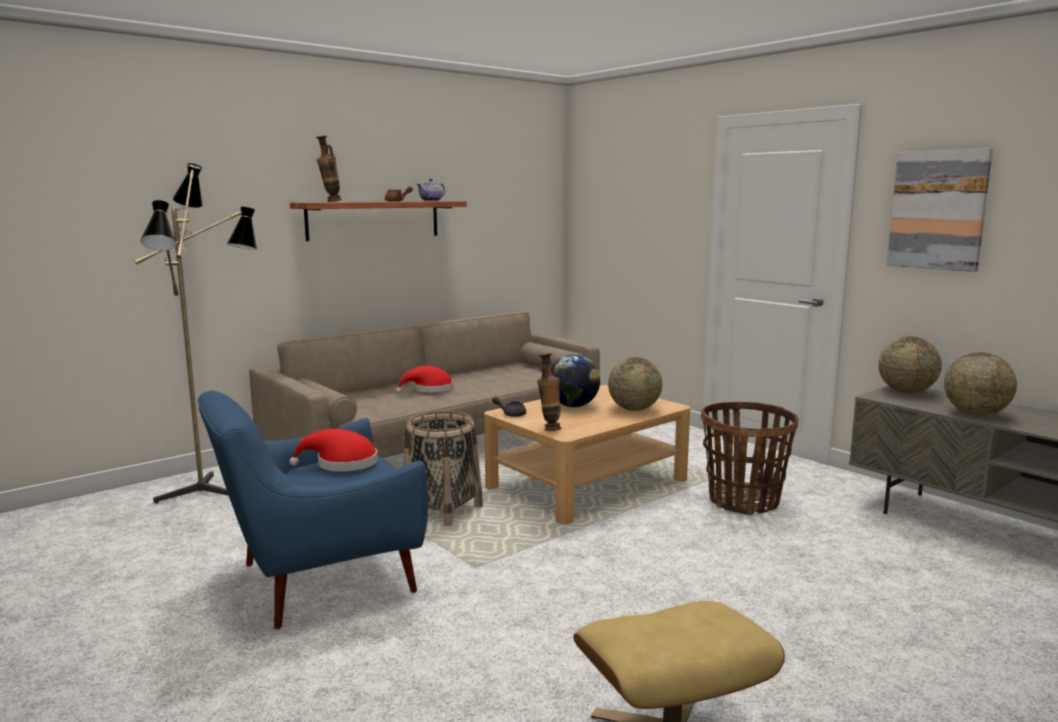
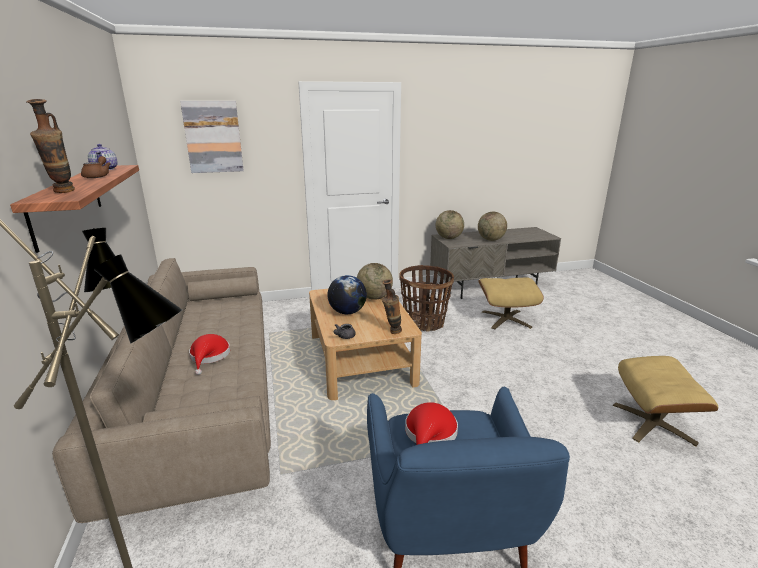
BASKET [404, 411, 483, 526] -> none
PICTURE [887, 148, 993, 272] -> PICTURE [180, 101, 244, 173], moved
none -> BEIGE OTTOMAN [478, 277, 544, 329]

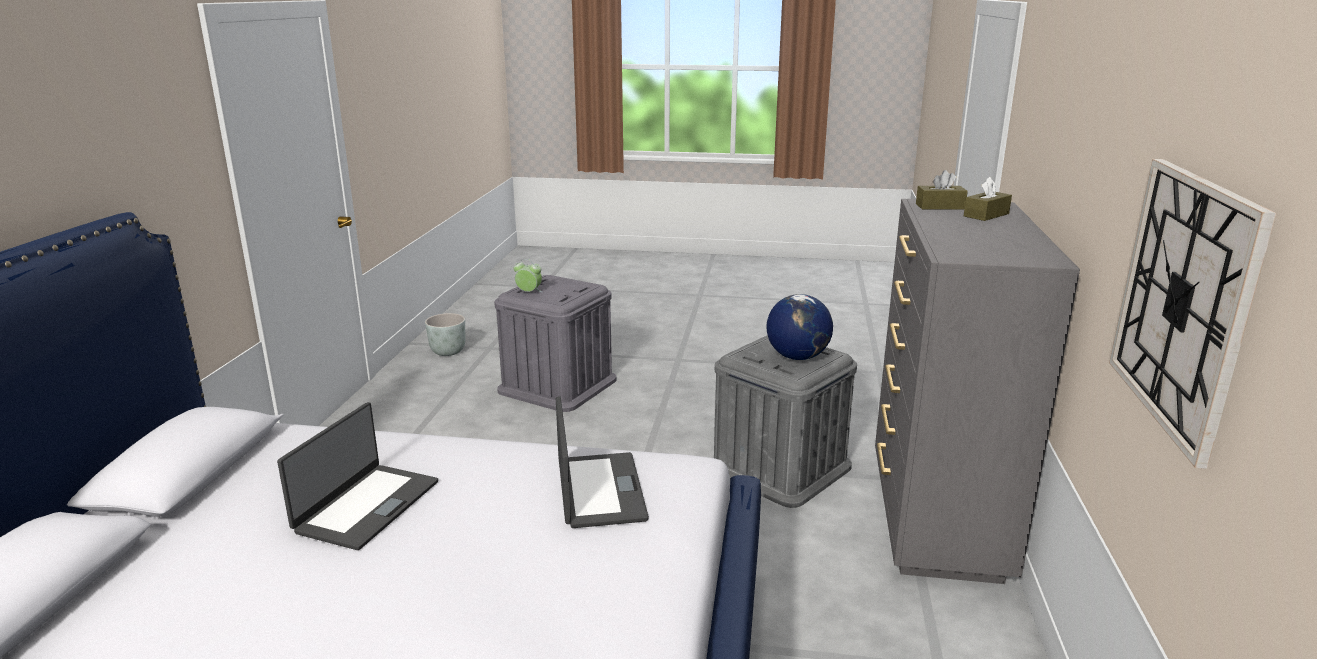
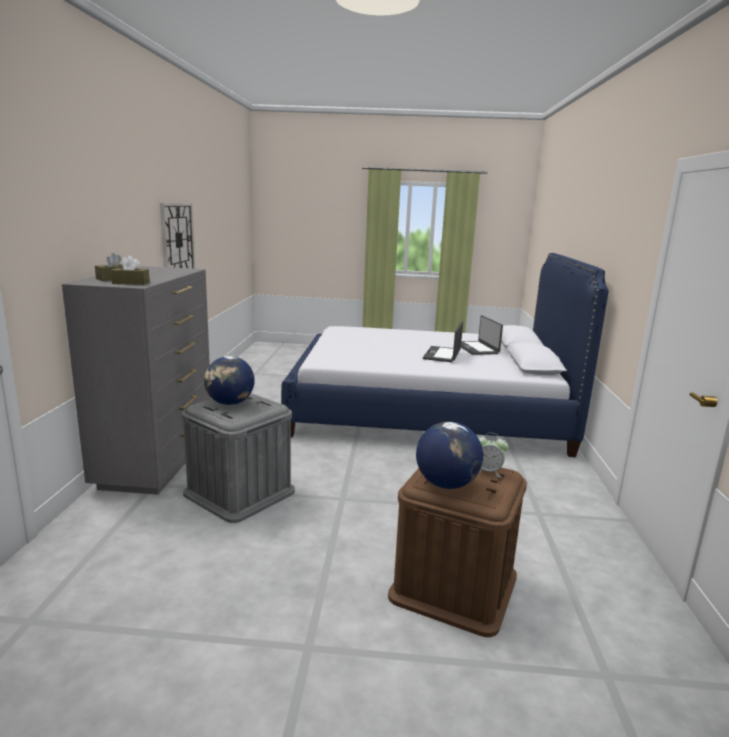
GREY PLANTER [425, 313, 465, 356] -> none
GREY STORAGE BOX [494, 275, 617, 412] -> BROWN STORAGE BOX [388, 467, 527, 637]
LAPTOP [556, 396, 649, 528] -> LAPTOP [461, 315, 503, 355], moved
none -> GLOBE [416, 422, 483, 489]

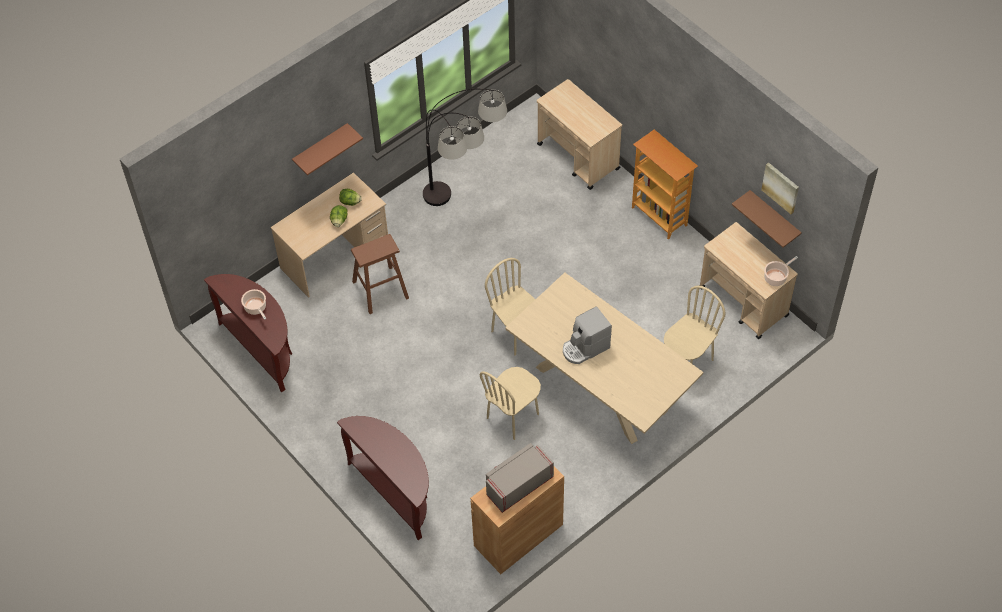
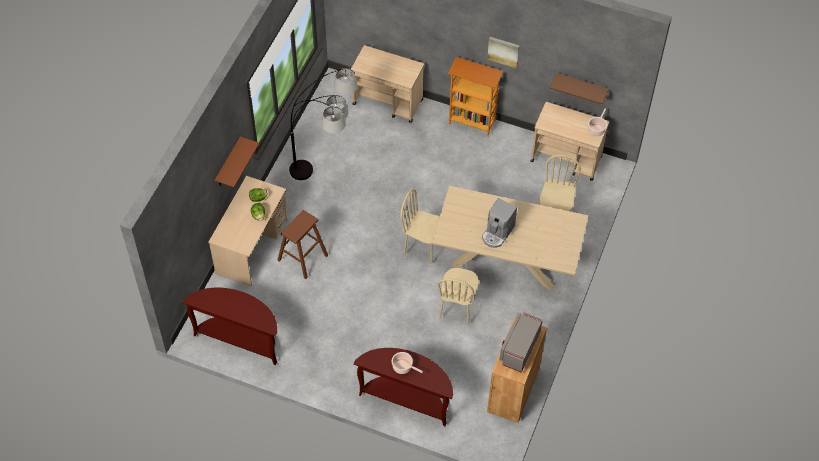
COOKING POT [241, 289, 266, 320] -> COOKING POT [392, 352, 423, 374], moved
PICTURE [761, 163, 799, 214] -> PICTURE [487, 37, 520, 68], moved

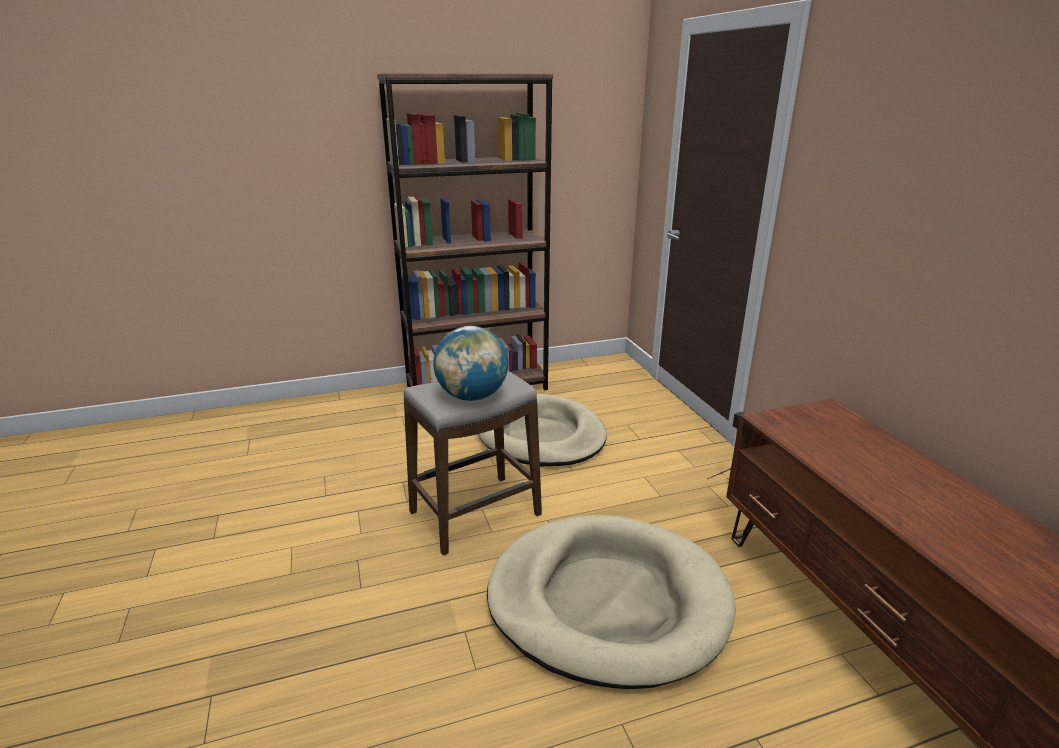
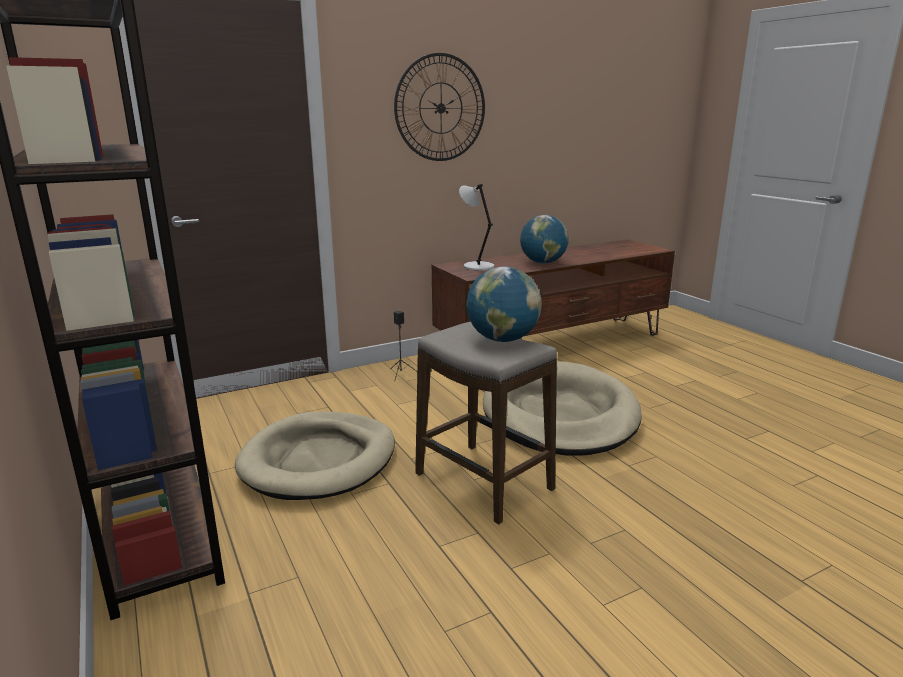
none -> WALL CLOCK [394, 53, 485, 161]
none -> GREY TABLE LAMP [459, 184, 494, 271]
none -> GLOBE [520, 215, 569, 264]

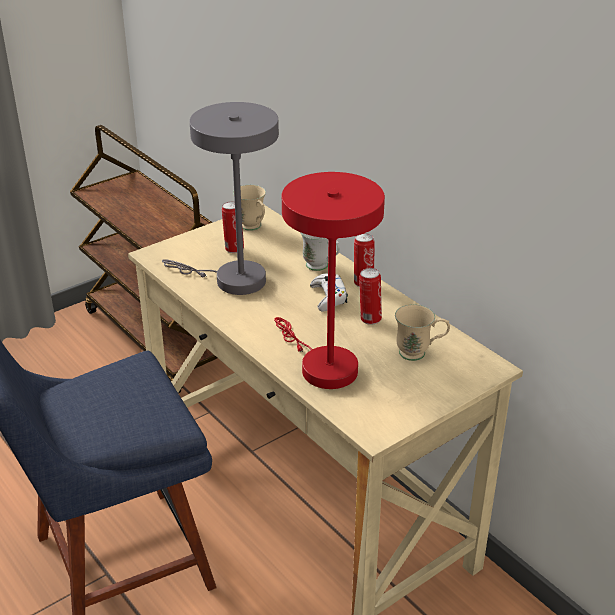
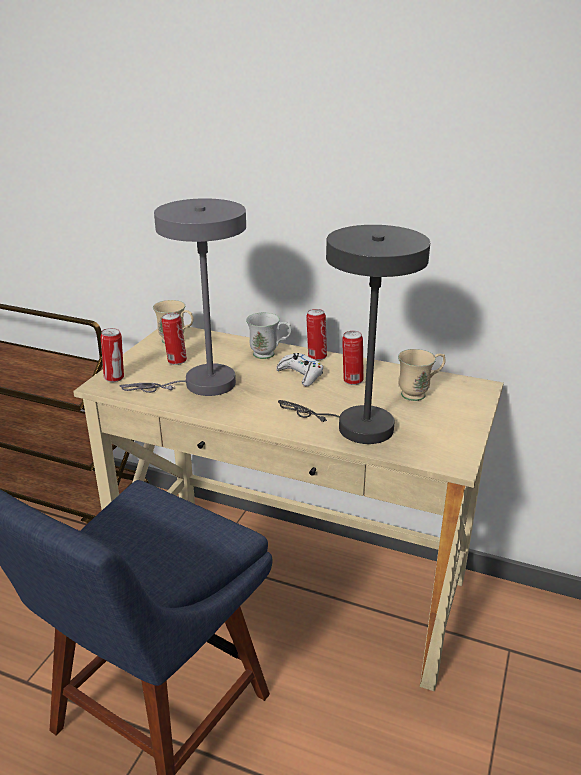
RED TABLE LAMP [274, 172, 385, 389] -> GREY TABLE LAMP [278, 225, 430, 444]
none -> CAN [101, 328, 124, 382]

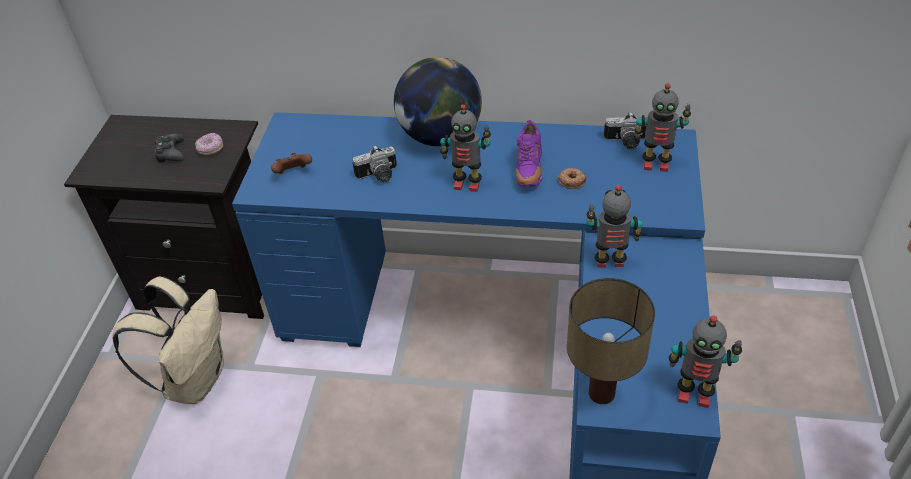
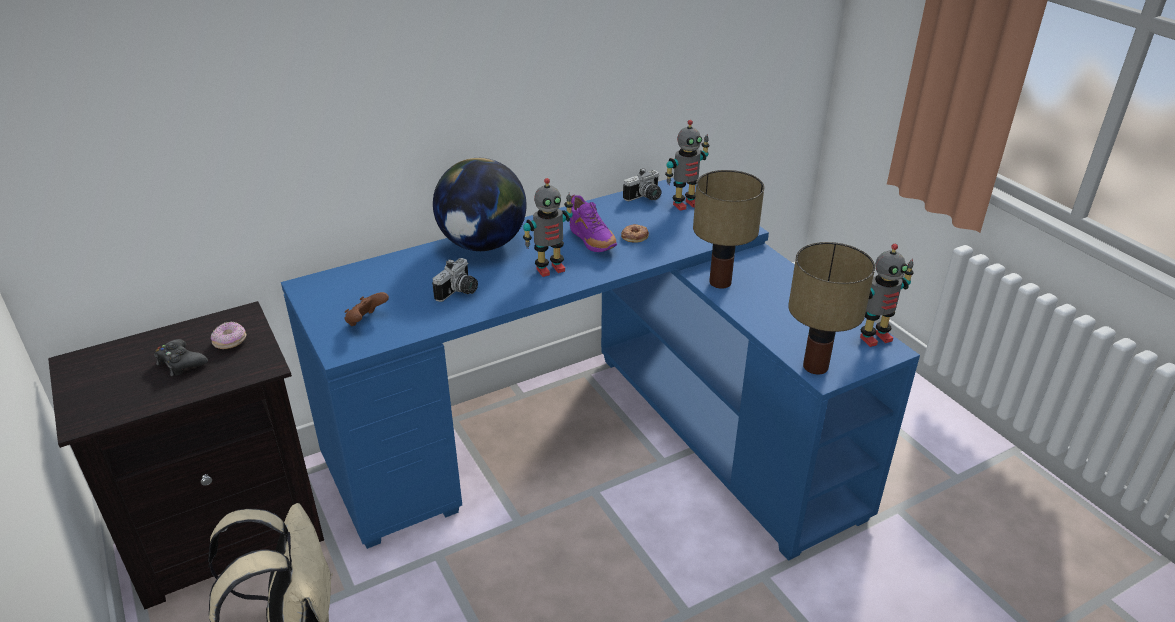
TOY ROBOT [586, 185, 643, 268] -> TABLE LAMP [693, 170, 764, 289]

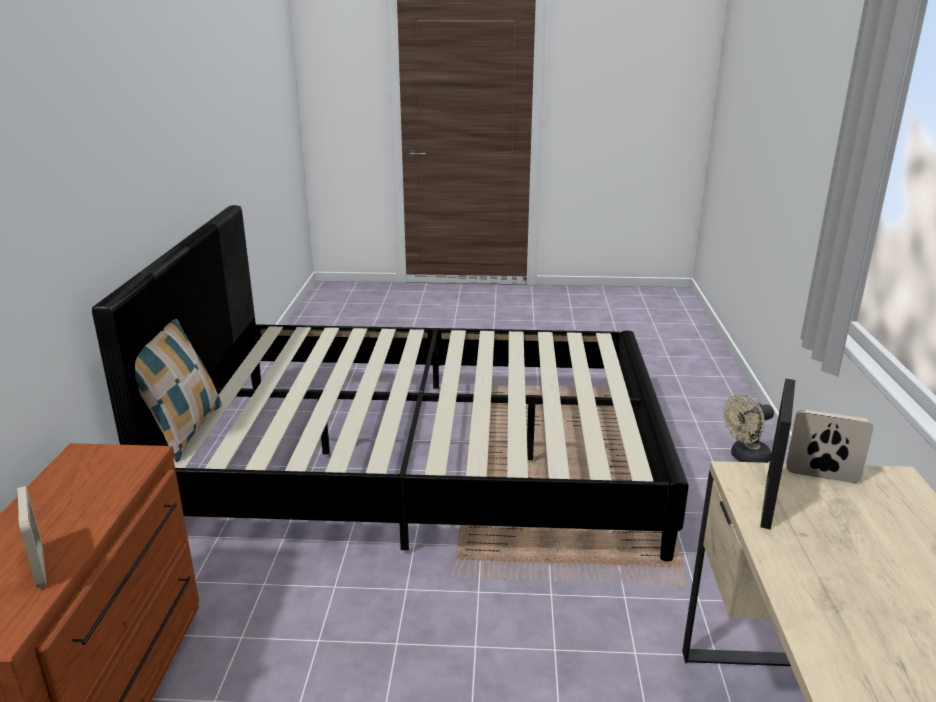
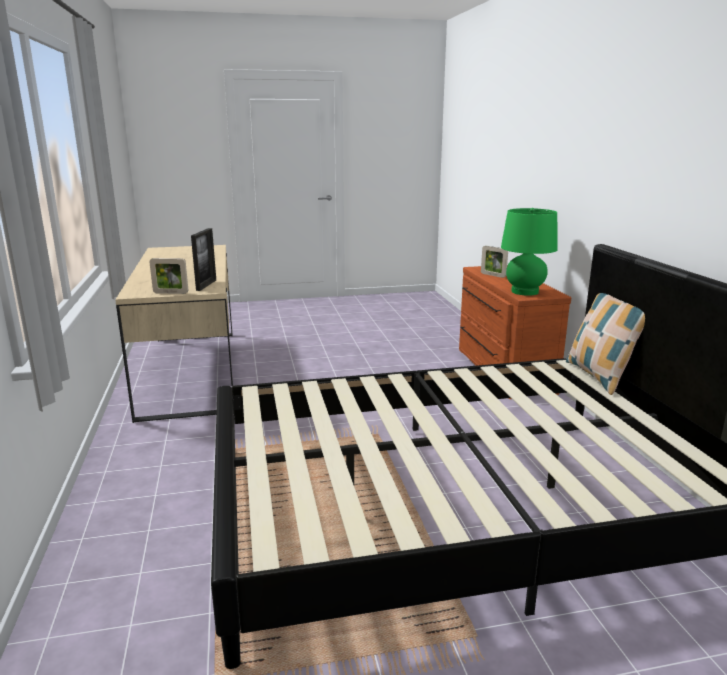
BEIGE FAN [723, 394, 774, 463] -> none
none -> GREEN TABLE LAMP [501, 208, 558, 296]

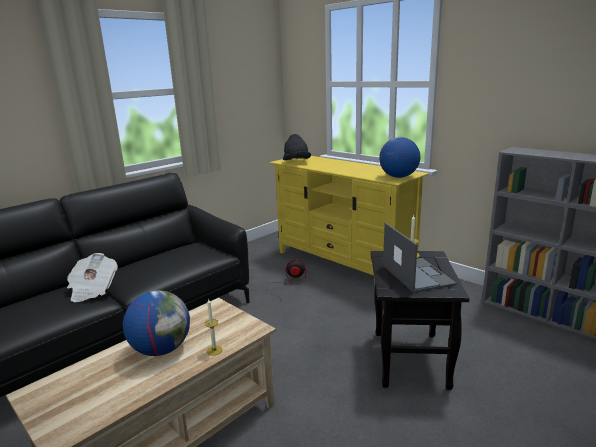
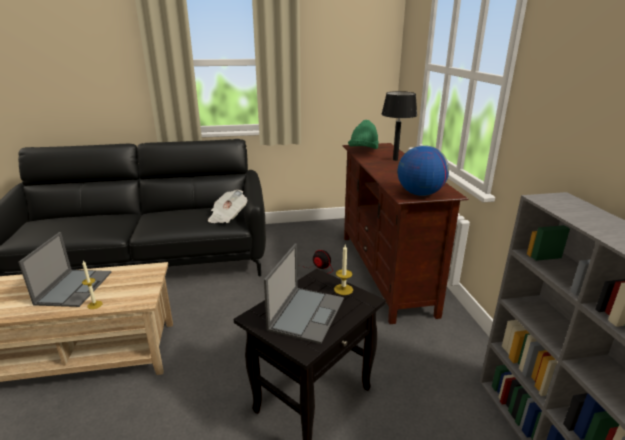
NEWSPAPER [67, 253, 118, 302] -> NEWSPAPER [208, 190, 247, 223], moved
GLOBE [123, 290, 190, 356] -> LAPTOP [18, 232, 111, 307]
YELLOW TV STAND [270, 156, 429, 275] -> BROWN TV STAND [343, 143, 468, 324]
BLACK HAT [283, 134, 311, 160] -> GREEN HAT [348, 120, 379, 149]
none -> BLACK TABLE LAMP [381, 91, 417, 161]

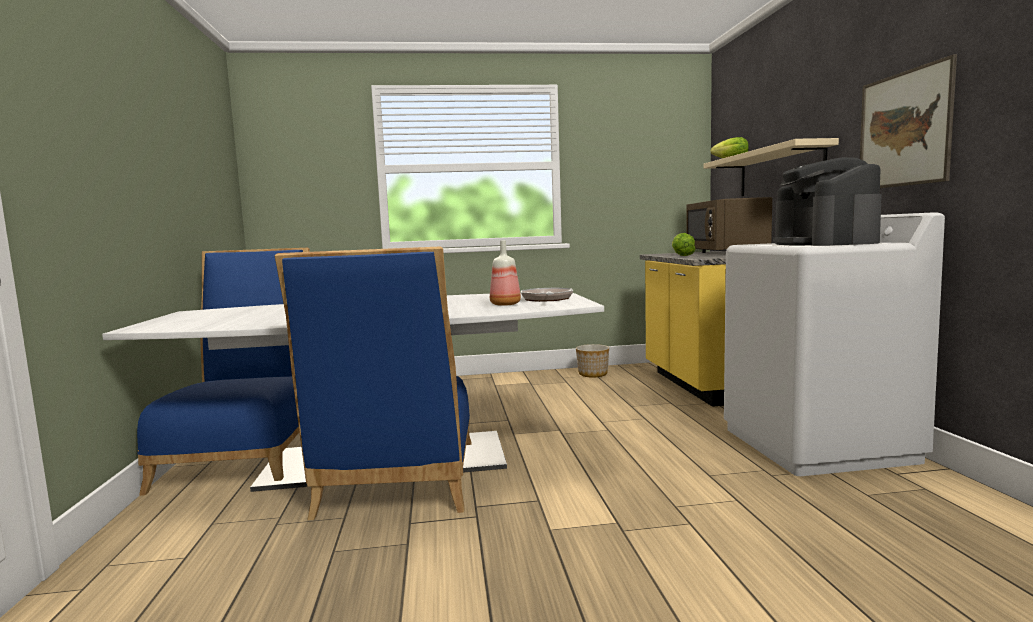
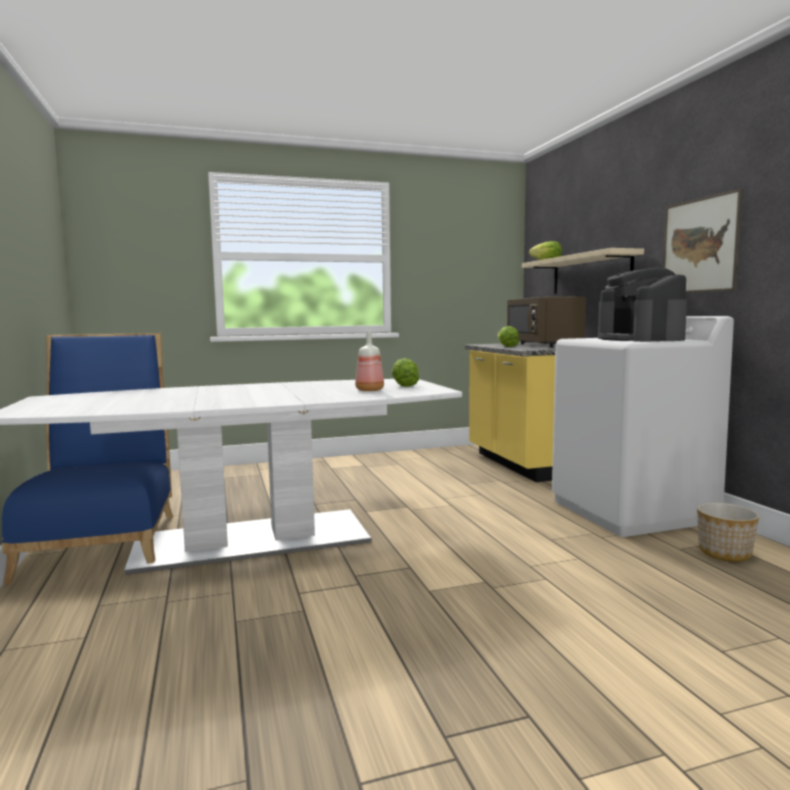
BLUE CHAIR [274, 246, 472, 520] -> none
FRYING PAN [521, 287, 573, 302] -> LETTUCE [392, 358, 419, 387]
PLANTER [576, 344, 609, 377] -> PLANTER [697, 503, 759, 562], moved

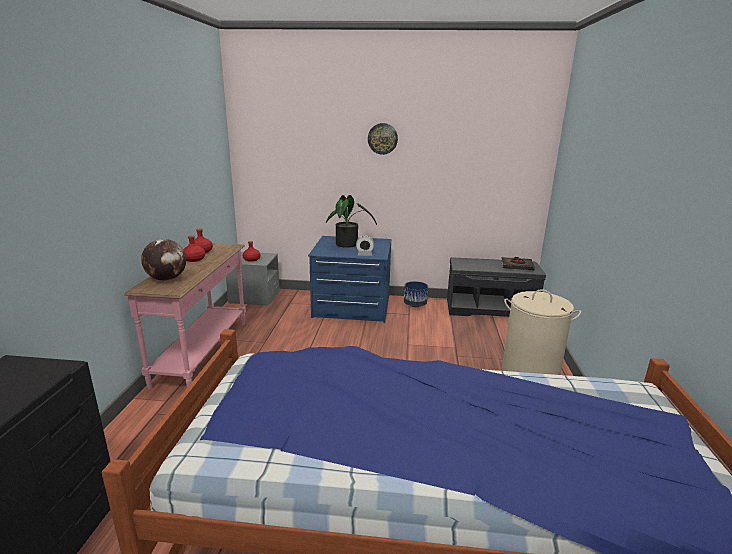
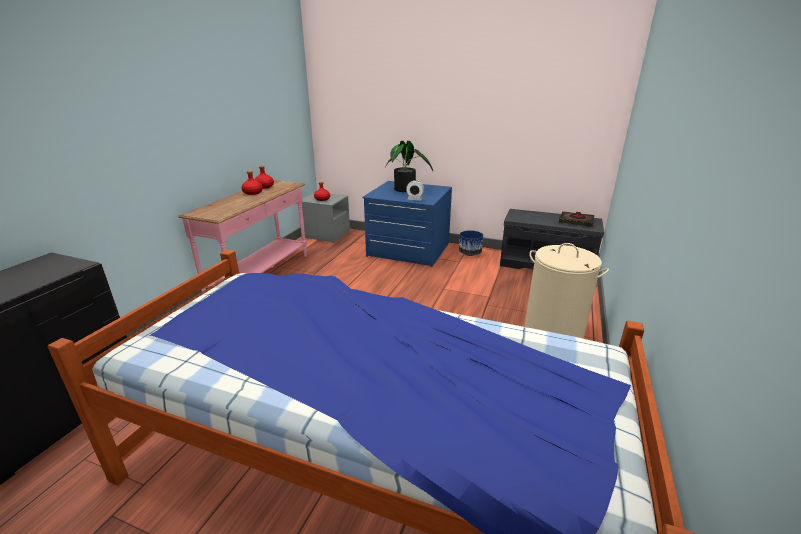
GLOBE [141, 239, 186, 281] -> none
WALL CLOCK [368, 123, 398, 155] -> none

